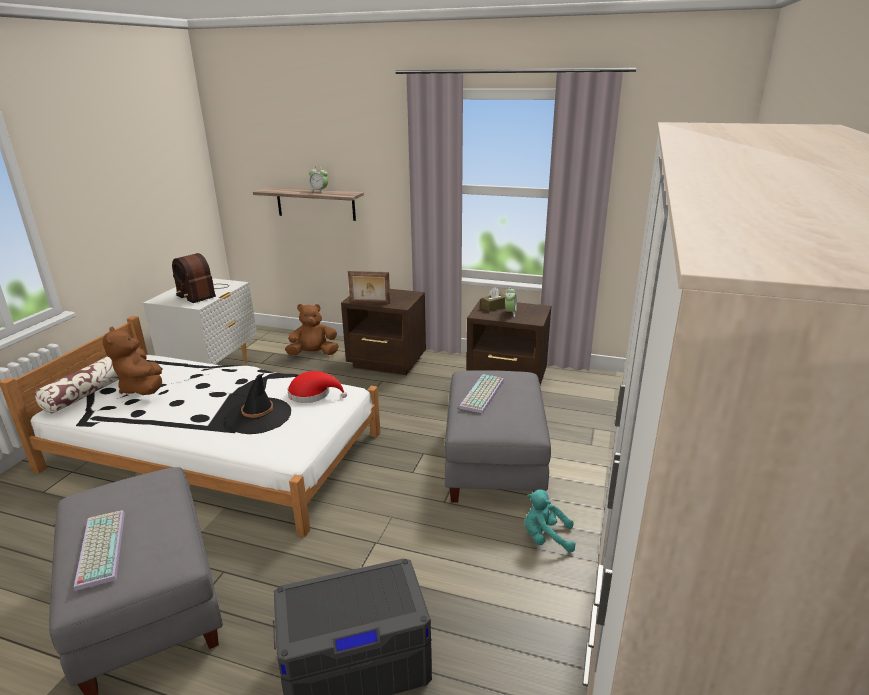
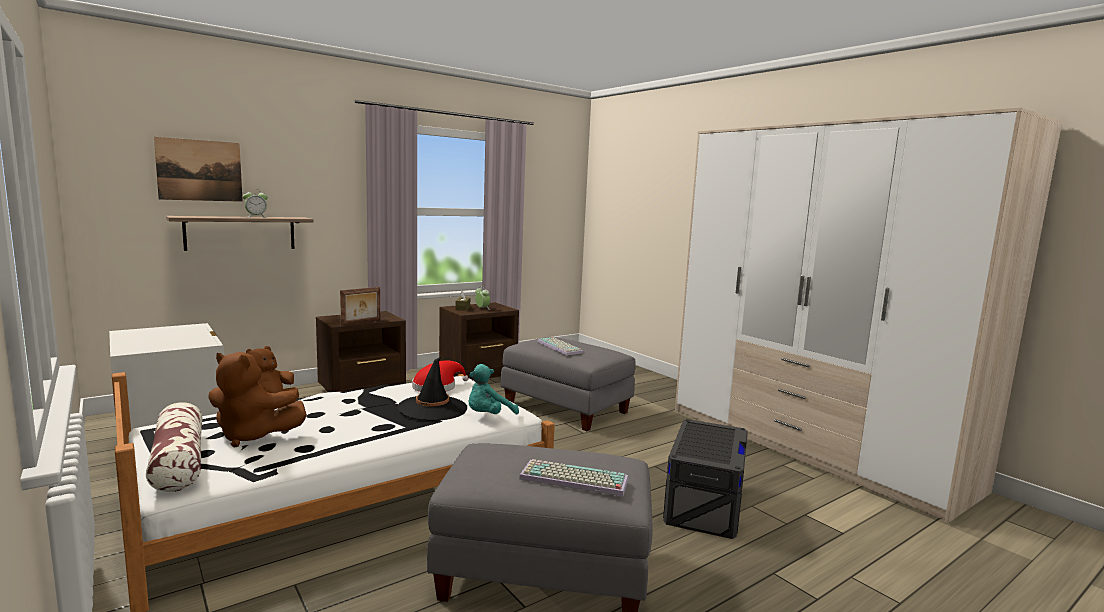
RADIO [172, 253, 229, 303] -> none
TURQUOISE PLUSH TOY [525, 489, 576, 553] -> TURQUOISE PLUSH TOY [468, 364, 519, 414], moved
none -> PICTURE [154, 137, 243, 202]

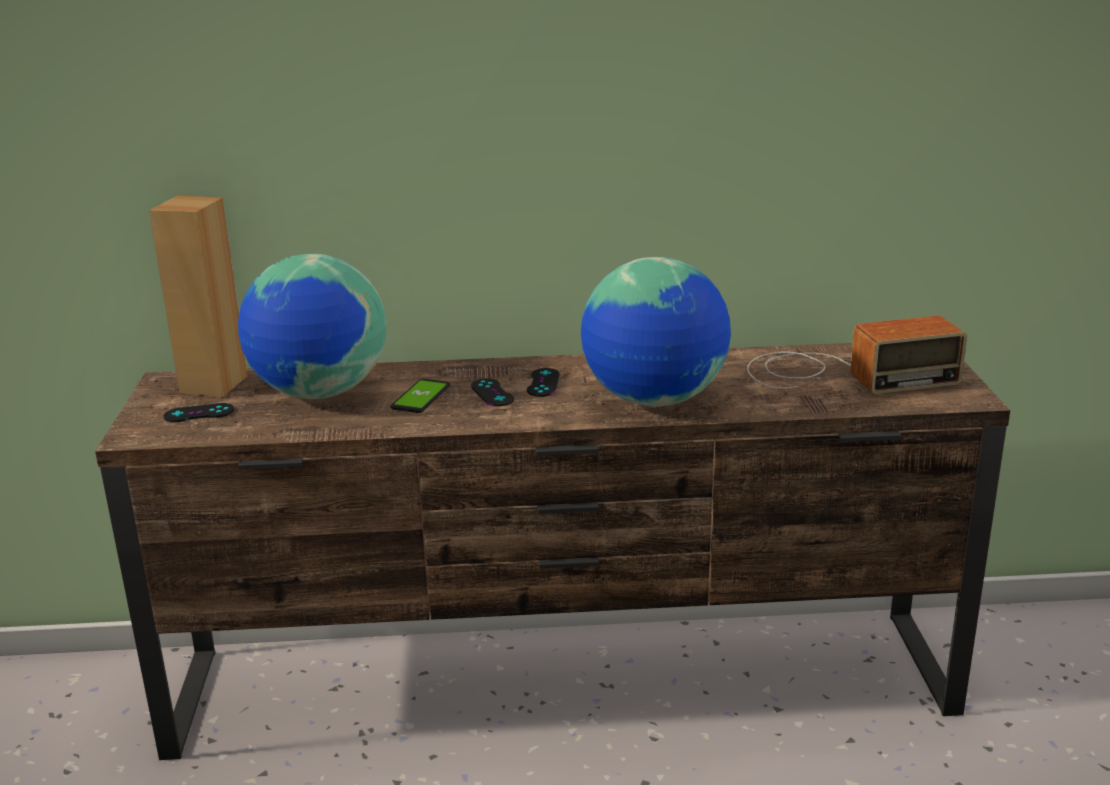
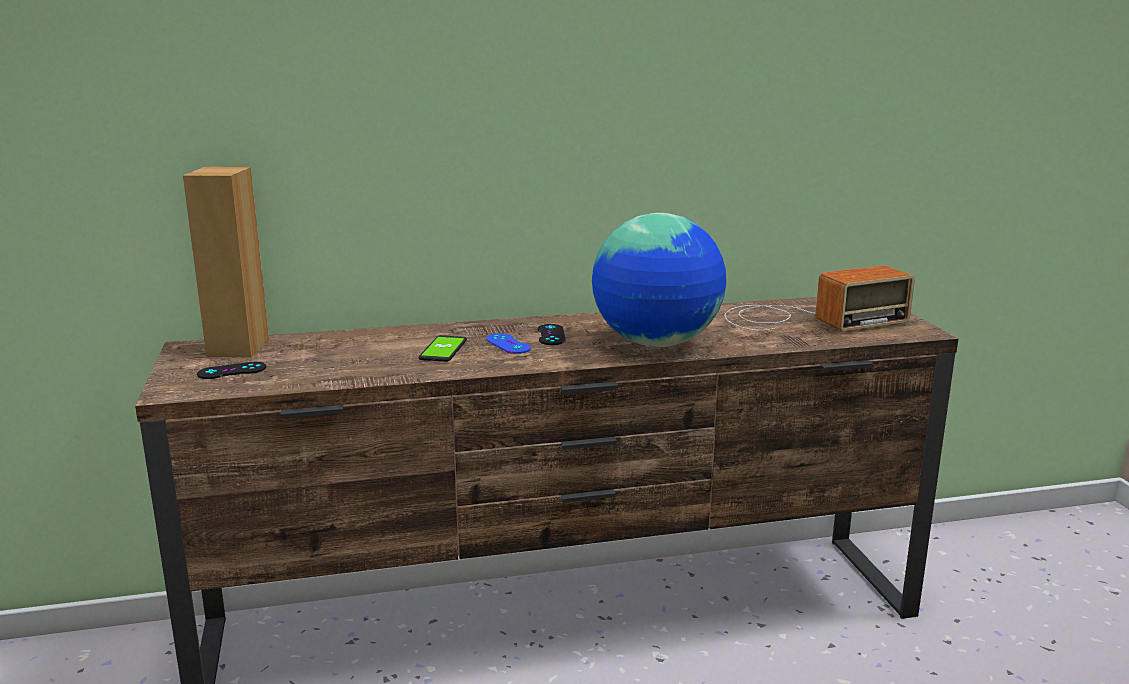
GLOBE [238, 254, 386, 399] -> none
BLACK GAME CONTROLLER [471, 378, 514, 406] -> BLUE GAME CONTROLLER [486, 333, 531, 354]

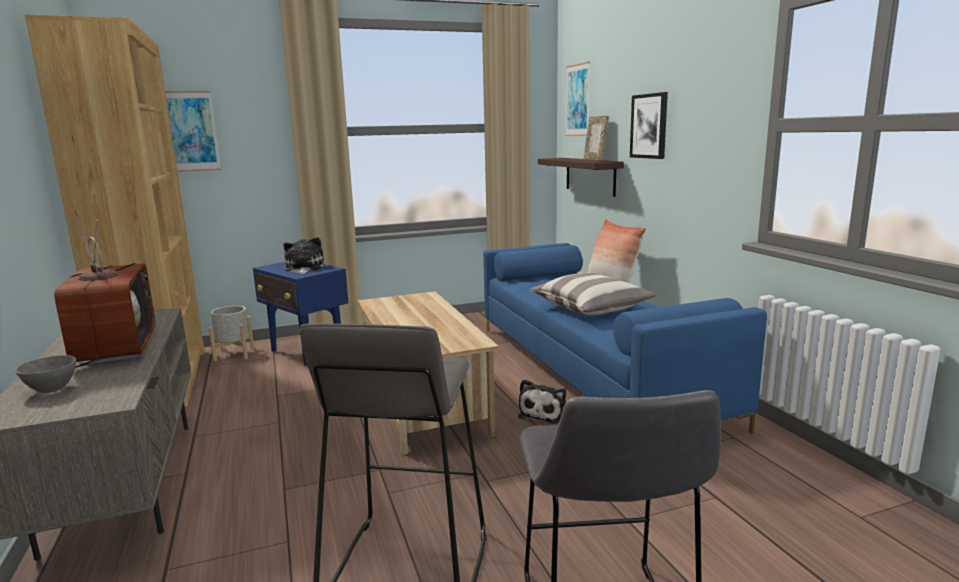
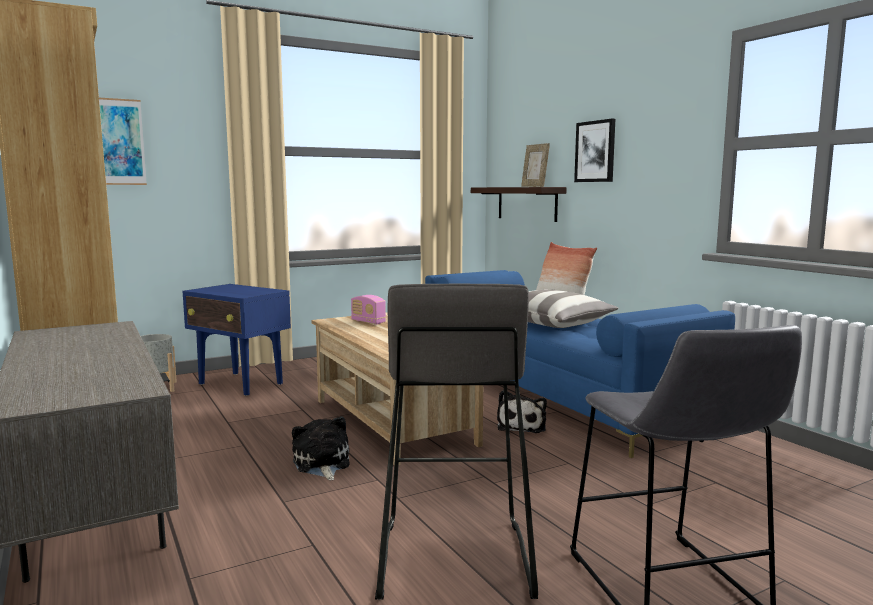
GREY BOWL [15, 355, 76, 393] -> none
TELEVISION [54, 206, 156, 368] -> none
PLUSH TOY [283, 237, 324, 274] -> PLUSH TOY [292, 416, 350, 480], moved
PICTURE [565, 62, 590, 136] -> none
none -> RADIO [351, 295, 386, 324]

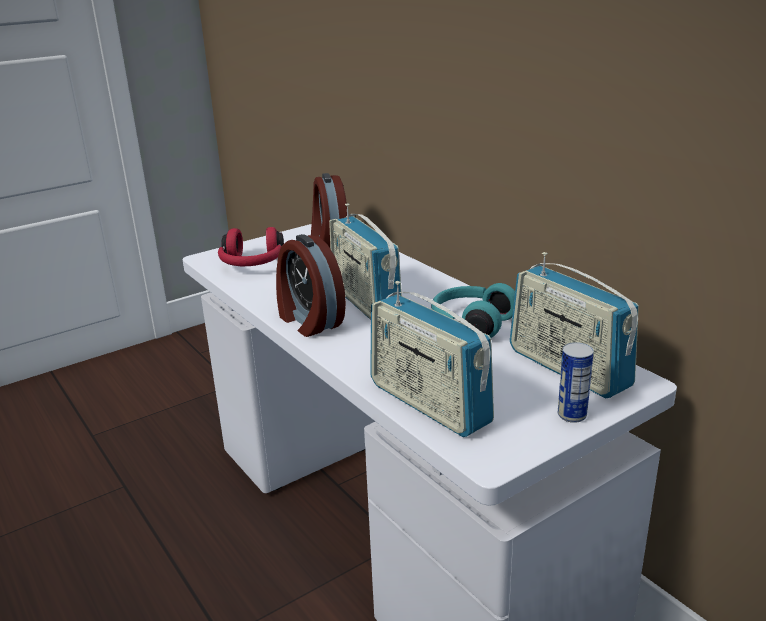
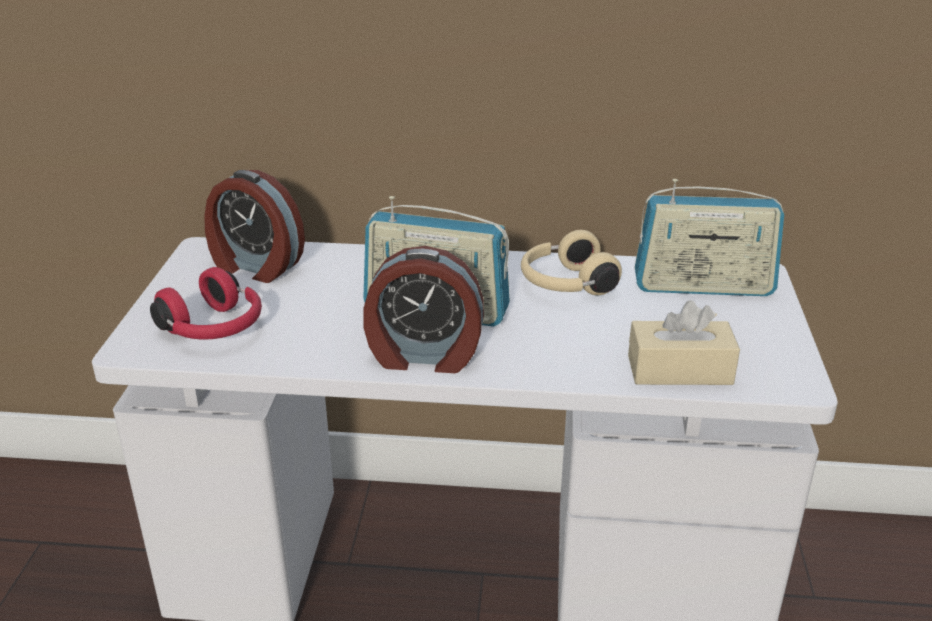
RADIO [370, 281, 494, 437] -> BEIGE TISSUE BOX [628, 300, 740, 385]
TURQUOISE HEADPHONES [431, 283, 515, 338] -> BEIGE HEADPHONES [521, 230, 622, 295]
CAN [558, 342, 594, 423] -> none

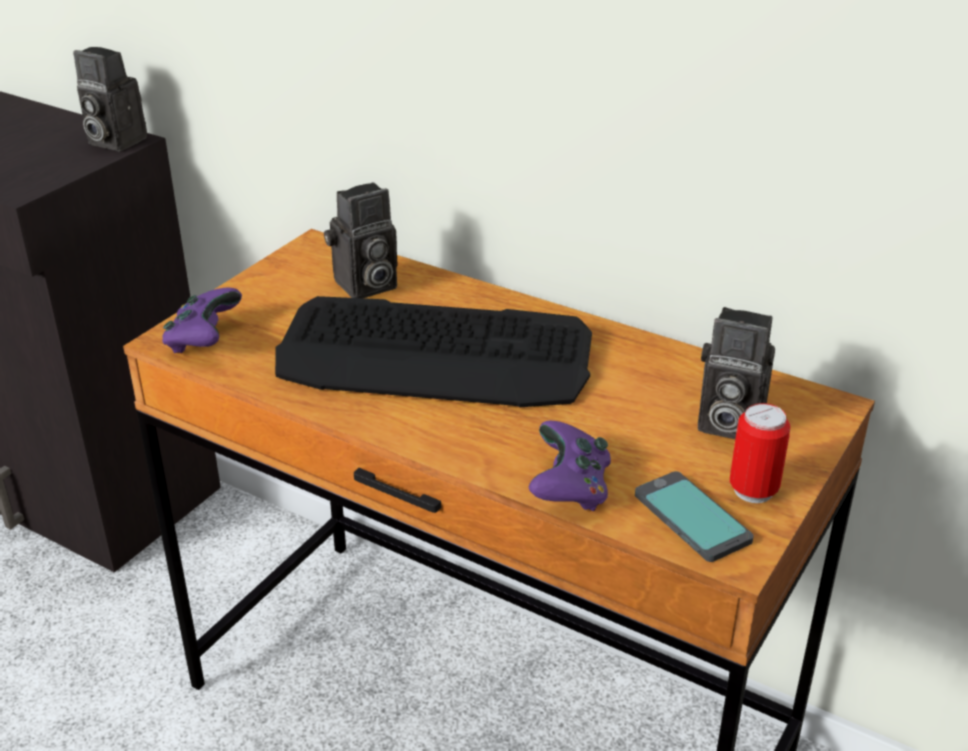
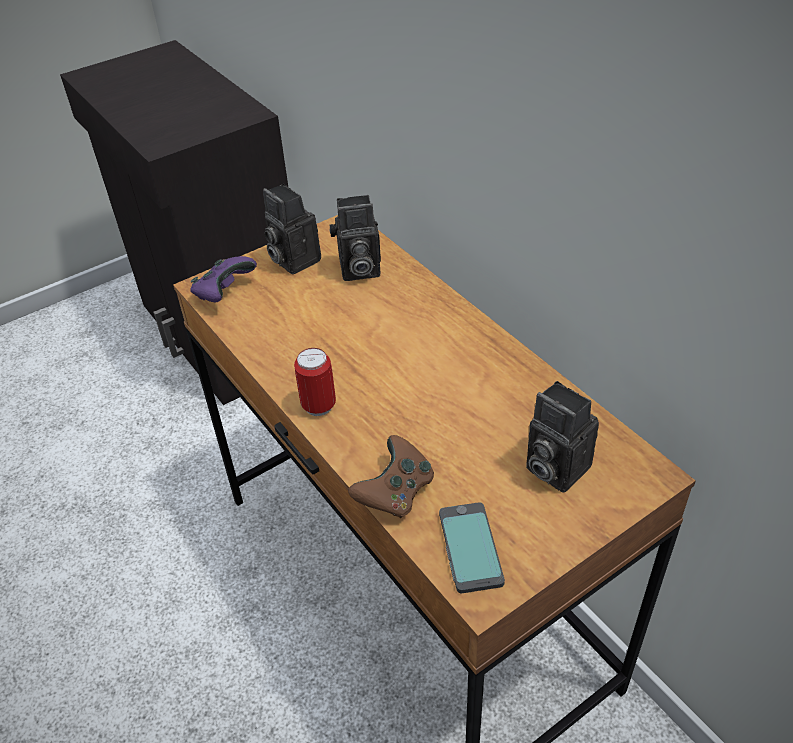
PHOTO CAMERA [73, 47, 147, 152] -> PHOTO CAMERA [263, 184, 321, 274], moved
KEYBOARD [275, 296, 592, 407] -> none
PURPLE GAME CONTROLLER [529, 421, 611, 511] -> BROWN GAME CONTROLLER [348, 435, 434, 518]
CAN [730, 403, 790, 503] -> CAN [294, 348, 336, 416], moved

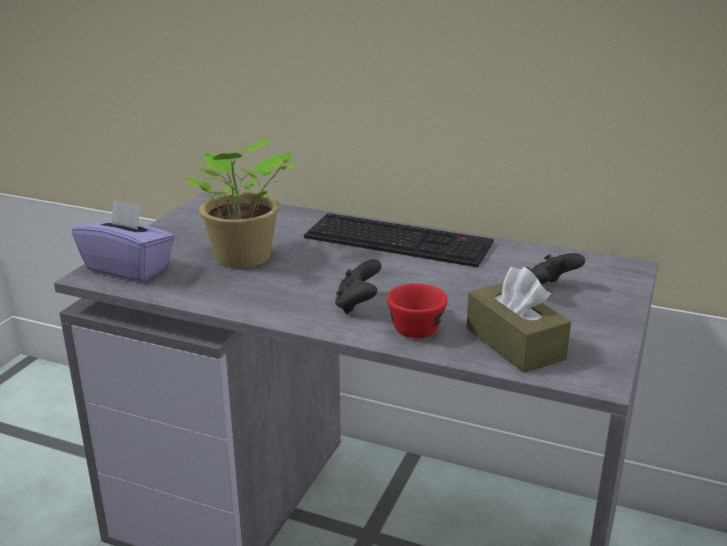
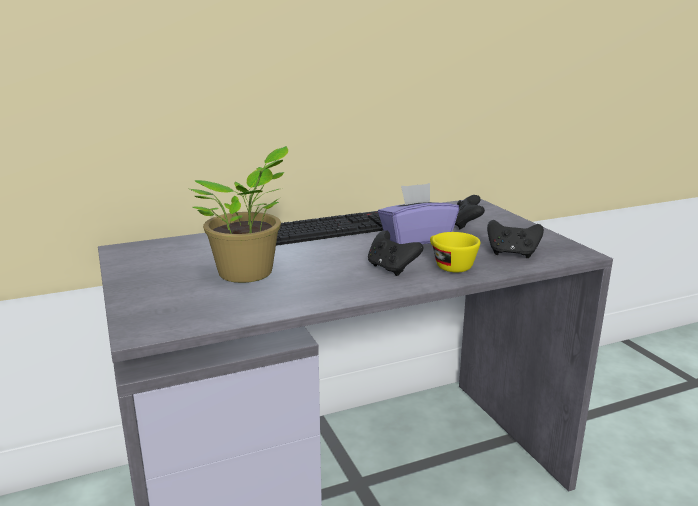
PURPLE TISSUE BOX [72, 200, 175, 282] -> PURPLE TISSUE BOX [378, 183, 459, 244], moved
RED CUP [387, 283, 448, 338] -> YELLOW CUP [430, 232, 480, 272]
BROWN TISSUE BOX [466, 267, 571, 373] -> BLACK GAME CONTROLLER [487, 220, 544, 258]

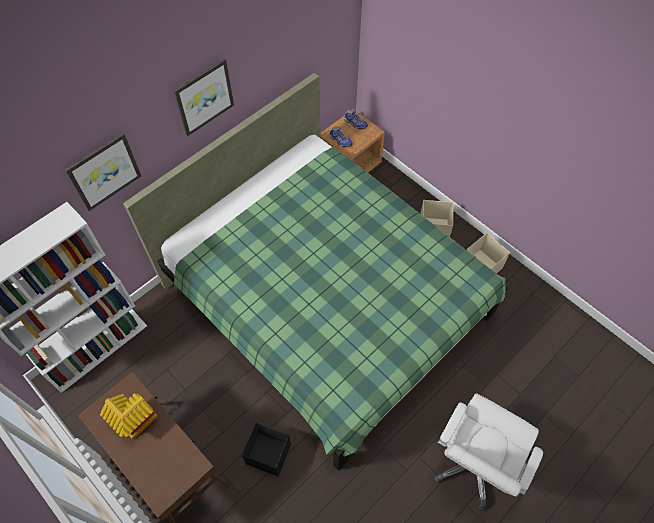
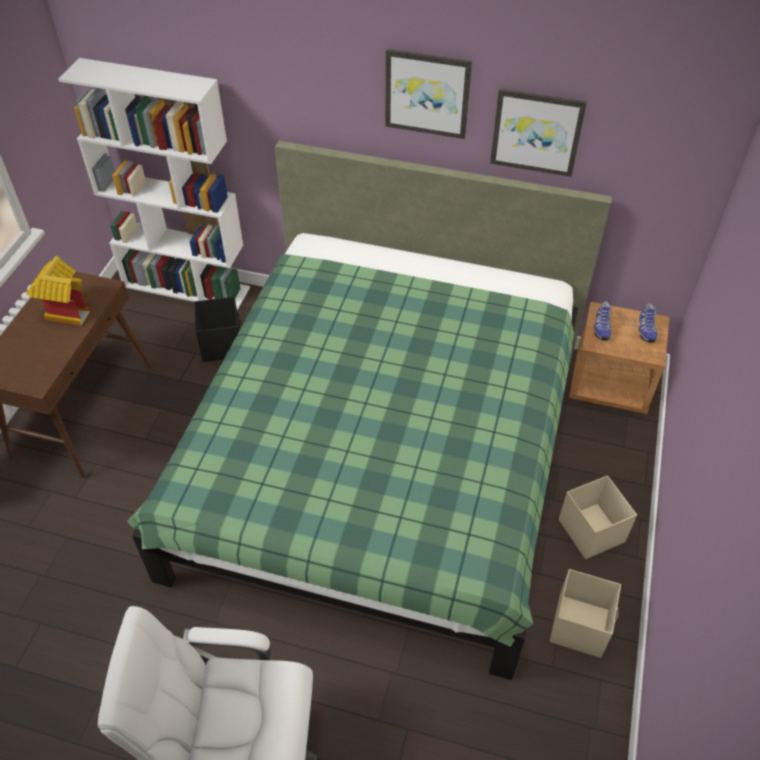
PICTURE [65, 133, 141, 211] -> PICTURE [490, 89, 587, 177], moved
BLACK STORAGE BOX [242, 423, 291, 476] -> BLACK STORAGE BOX [194, 297, 240, 362], moved

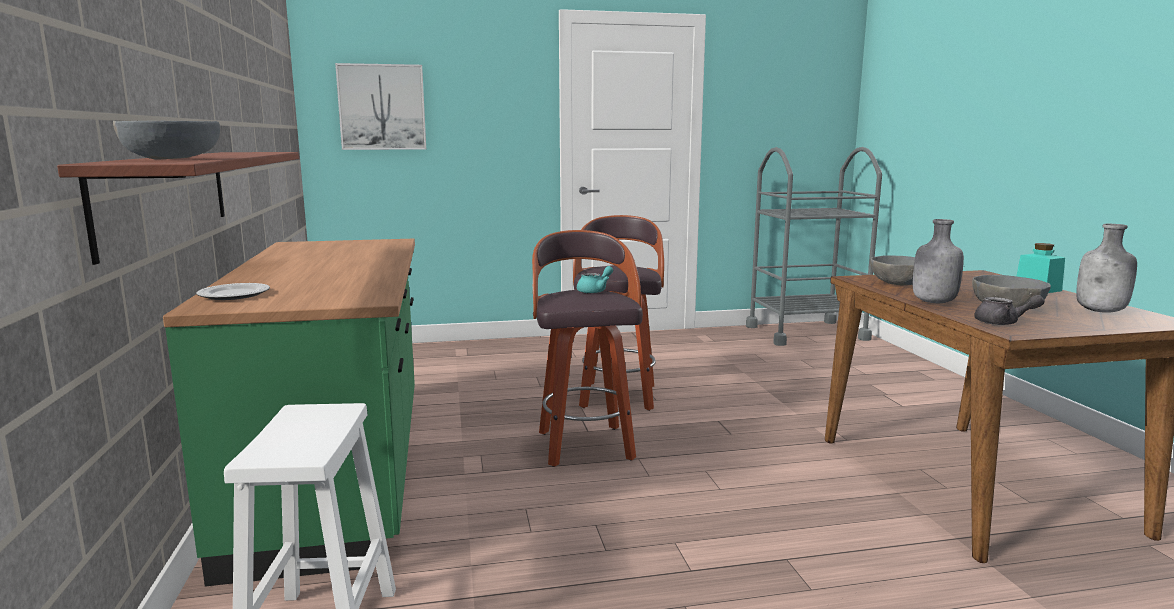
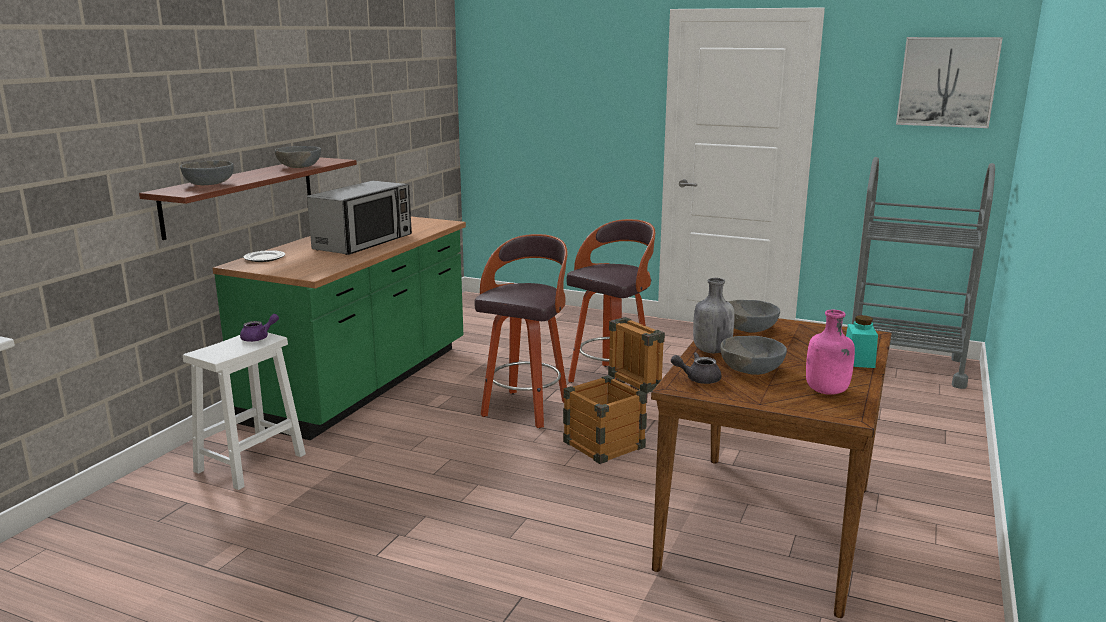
PICTURE [335, 63, 426, 150] -> PICTURE [896, 37, 1003, 128], moved
TURQUOISE TEAPOT [577, 266, 613, 294] -> none
GREY TEAPOT [974, 295, 1045, 325] -> GREY TEAPOT [671, 352, 721, 384], 120 degrees clockwise
GREY BOTTLE [1076, 224, 1137, 313] -> PINK BOTTLE [806, 310, 855, 395]
none -> PURPLE TEAPOT [240, 314, 279, 342]
none -> GREY BOWL [275, 146, 321, 168]
none -> MICROWAVE [307, 181, 412, 255]
none -> CRATE [563, 317, 665, 464]

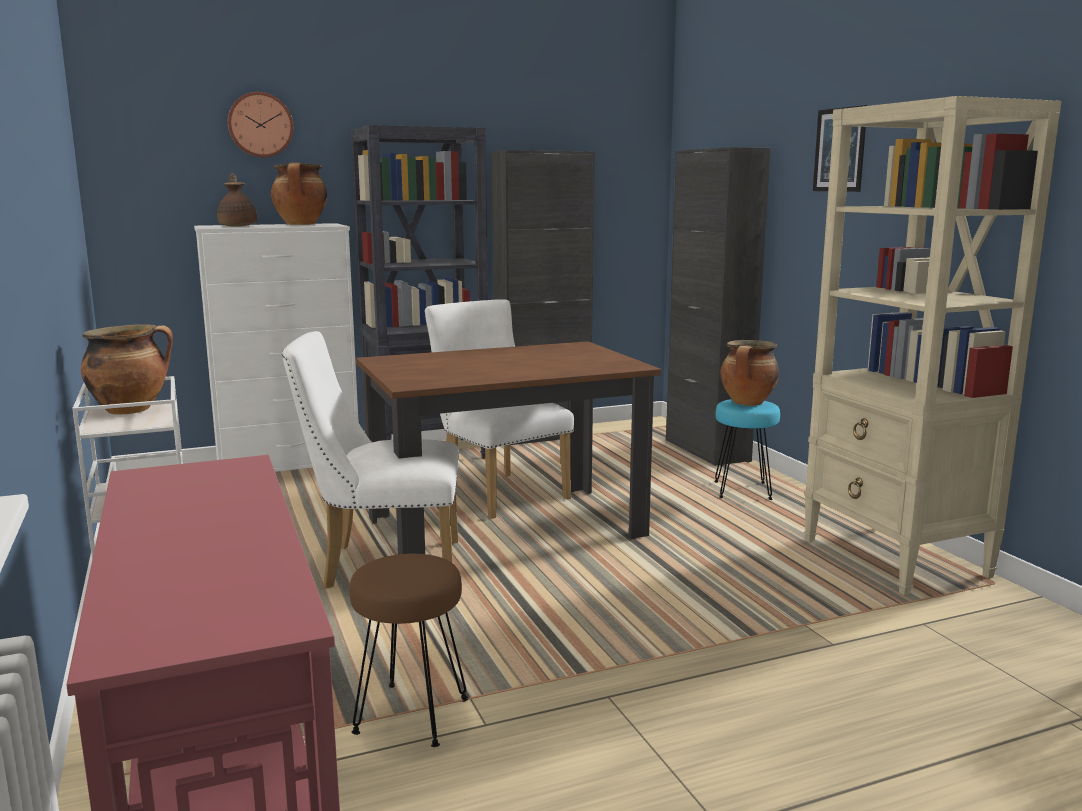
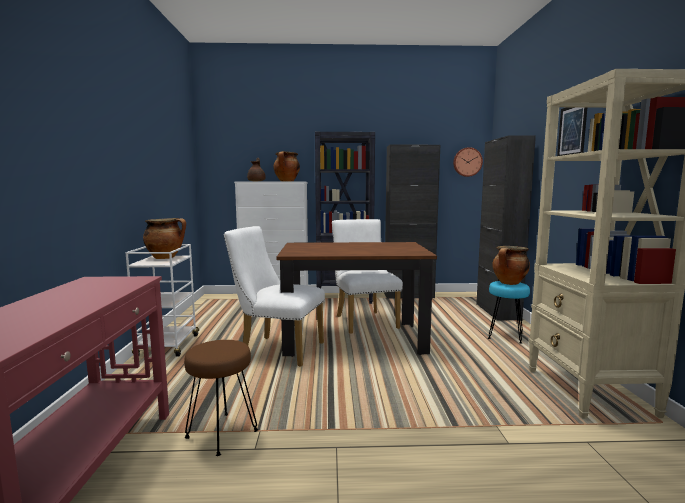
WALL CLOCK [228, 92, 293, 158] -> WALL CLOCK [453, 147, 483, 177], moved

